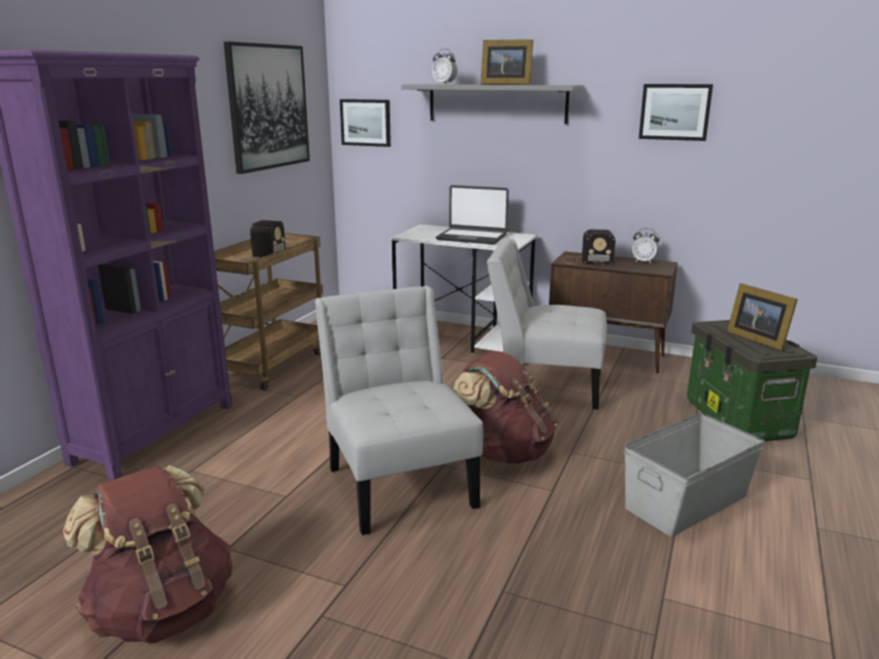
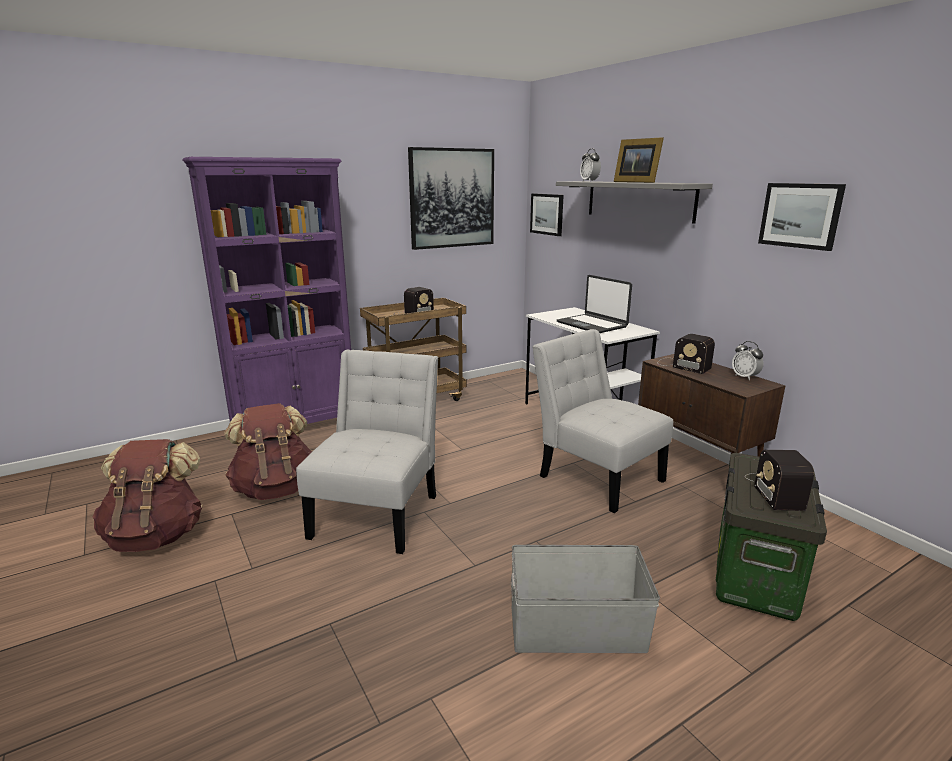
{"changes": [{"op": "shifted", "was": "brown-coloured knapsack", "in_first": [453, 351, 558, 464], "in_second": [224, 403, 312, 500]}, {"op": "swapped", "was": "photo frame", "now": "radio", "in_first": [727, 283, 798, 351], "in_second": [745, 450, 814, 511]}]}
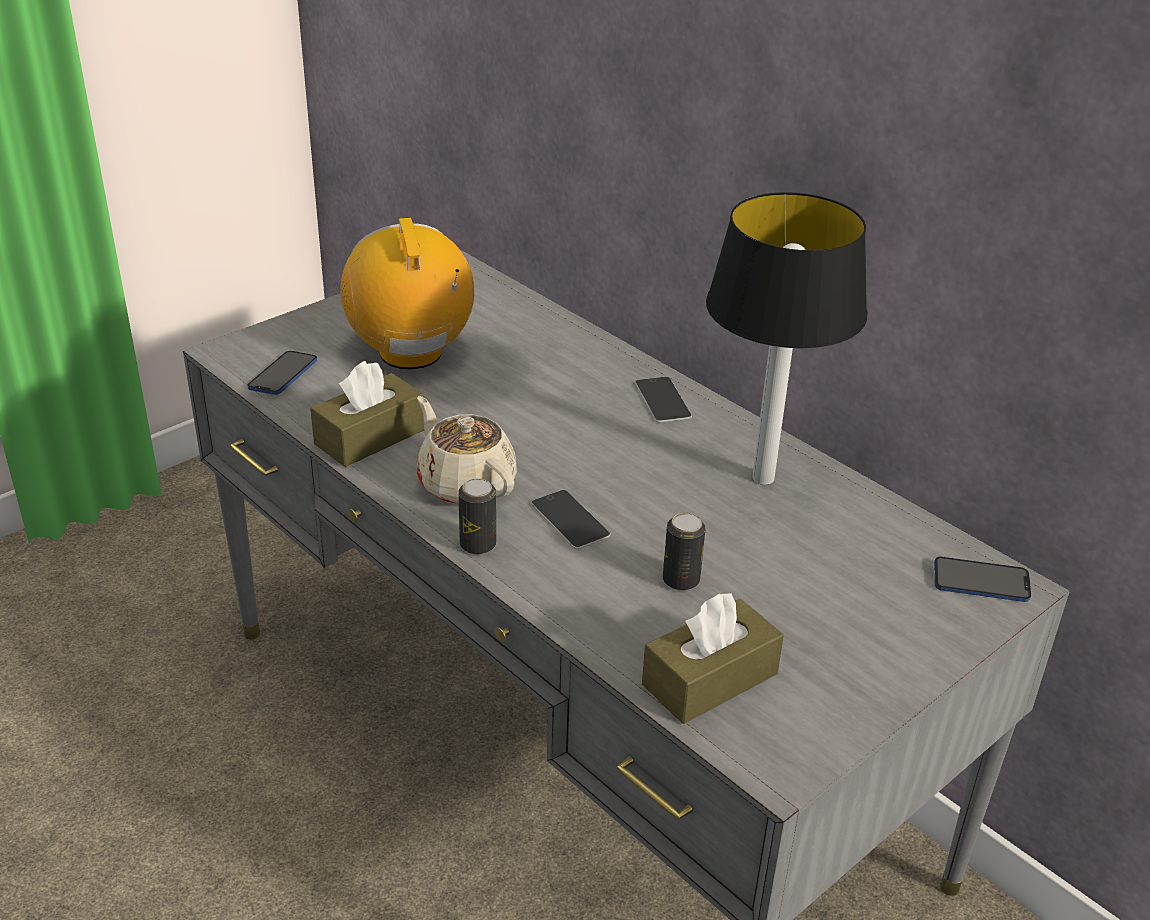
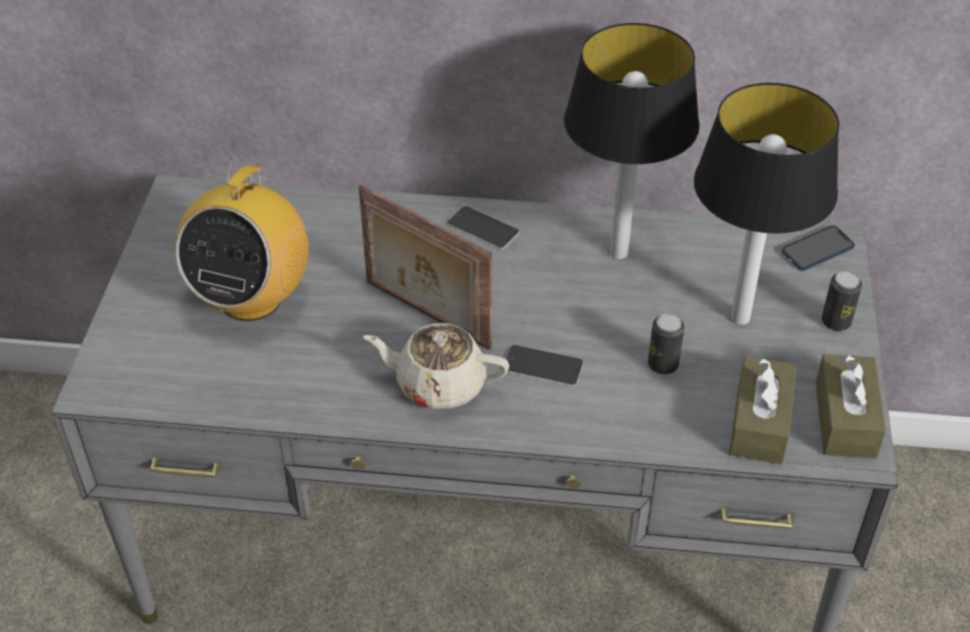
{"changes": [{"op": "rotated", "was": "radio", "in_first": [340, 218, 474, 369], "in_second": [175, 159, 309, 321], "clockwise": -105}, {"op": "new", "now": "photo frame", "in_second": [359, 185, 492, 350]}, {"op": "new", "now": "table lamp", "in_second": [694, 83, 839, 325]}, {"op": "shifted", "was": "brown-coloured box of tissues", "in_first": [310, 361, 424, 467], "in_second": [816, 354, 886, 459]}, {"op": "shifted", "was": "can", "in_first": [458, 478, 496, 555], "in_second": [822, 271, 862, 331]}, {"op": "gone", "was": "handset", "in_first": [247, 351, 317, 395]}]}
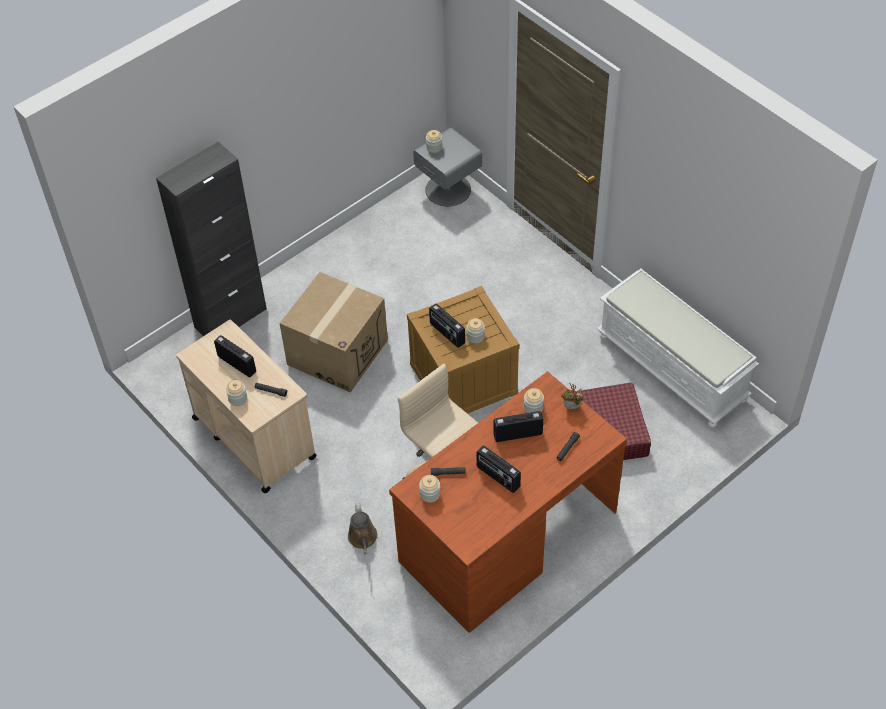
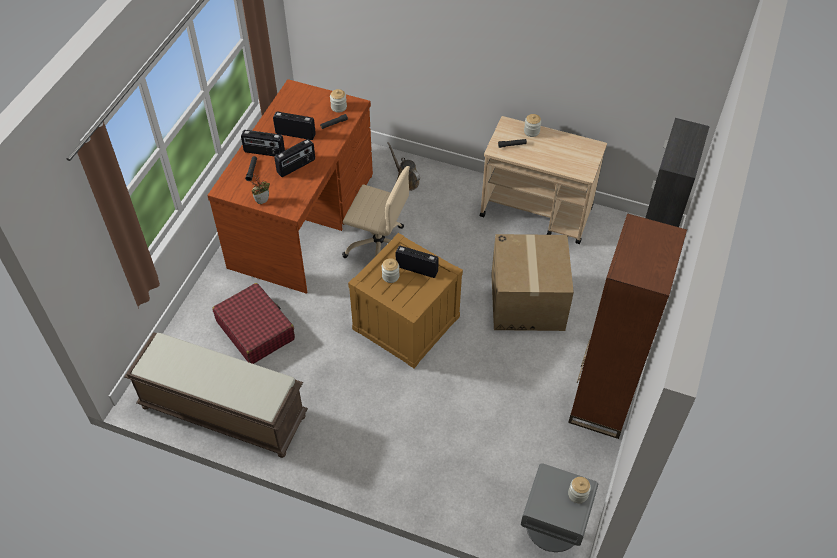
{"changes": [{"op": "repainted", "was": "white bench", "now": "brown-coloured bench", "in_first": [597, 269, 759, 428], "in_second": [124, 332, 308, 458]}, {"op": "shifted", "was": "radio", "in_first": [214, 335, 256, 378], "in_second": [241, 130, 285, 156]}, {"op": "new", "now": "brown-coloured shelving unit", "in_second": [568, 213, 687, 439]}, {"op": "gone", "was": "jar", "in_first": [524, 388, 544, 413]}]}
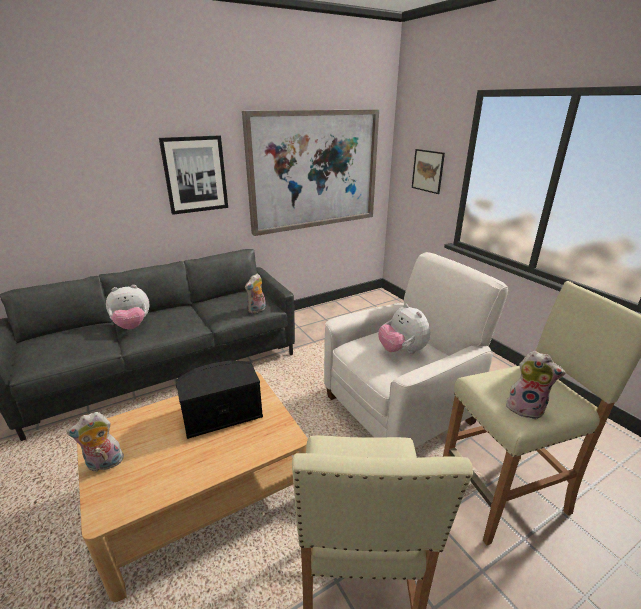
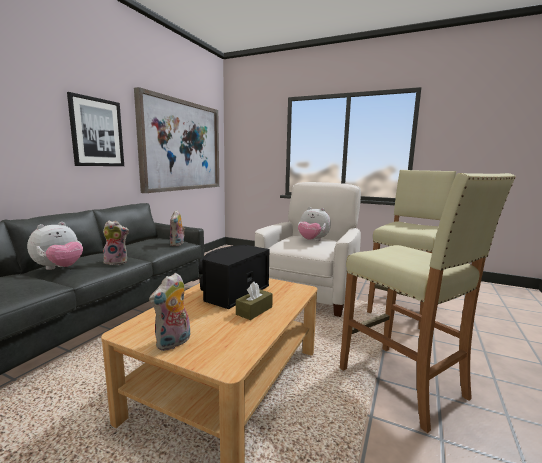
{"changes": [{"op": "shifted", "was": "plush toy", "in_first": [506, 351, 566, 420], "in_second": [103, 221, 129, 265]}, {"op": "new", "now": "brown-coloured box of tissues", "in_second": [236, 282, 273, 320]}, {"op": "gone", "was": "wall picture", "in_first": [412, 149, 445, 194]}]}
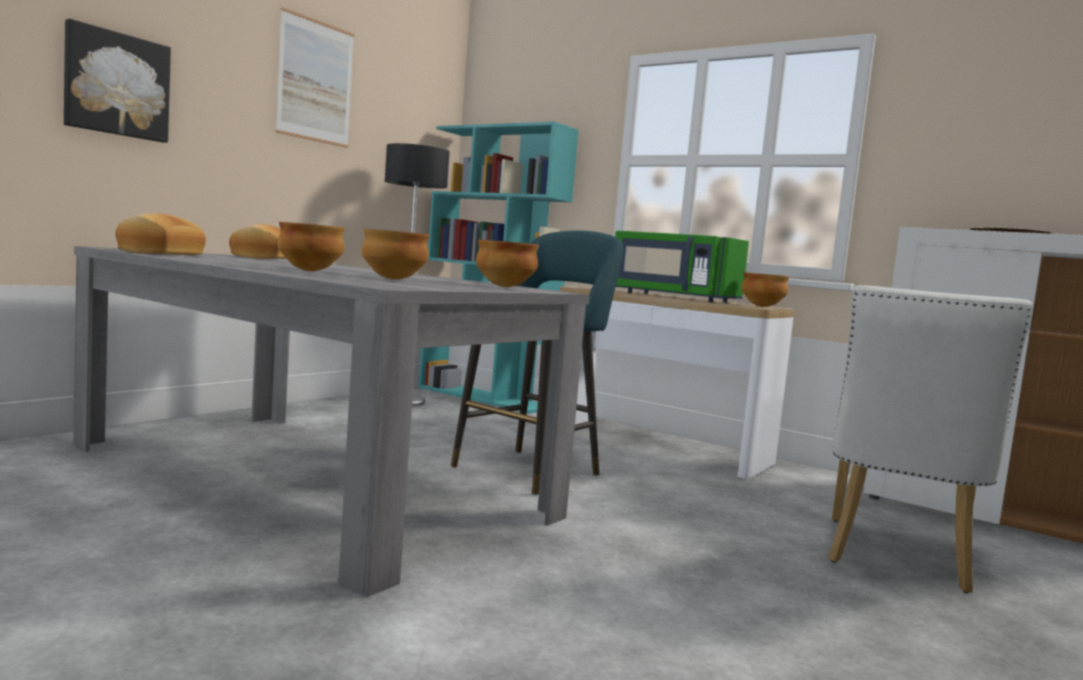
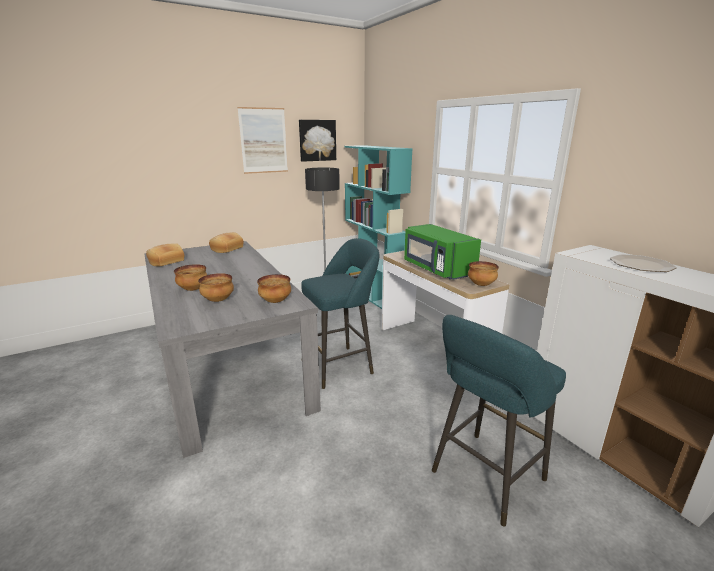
{"changes": [{"op": "shifted", "was": "wall picture", "in_first": [64, 19, 171, 143], "in_second": [299, 120, 336, 162]}, {"op": "swapped", "was": "white plain chair", "now": "turquoise stool", "in_first": [828, 285, 1034, 593], "in_second": [432, 315, 566, 526]}]}
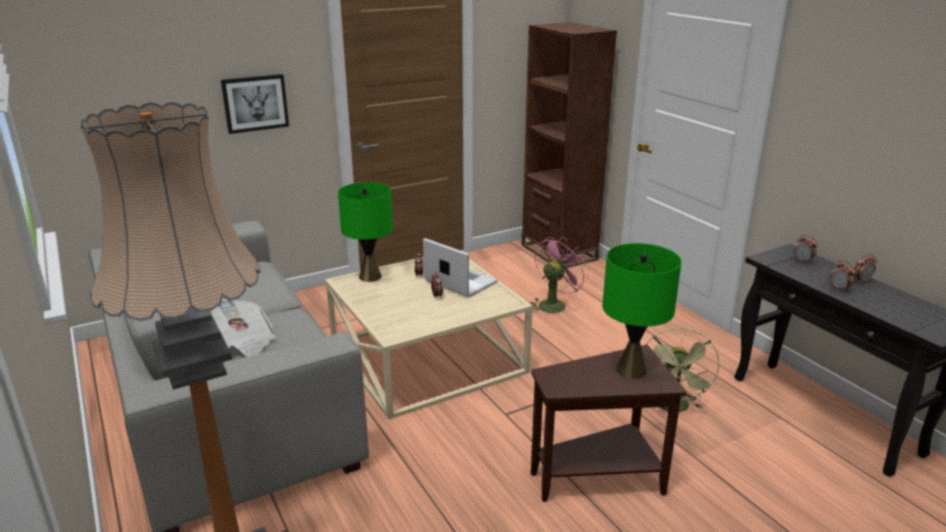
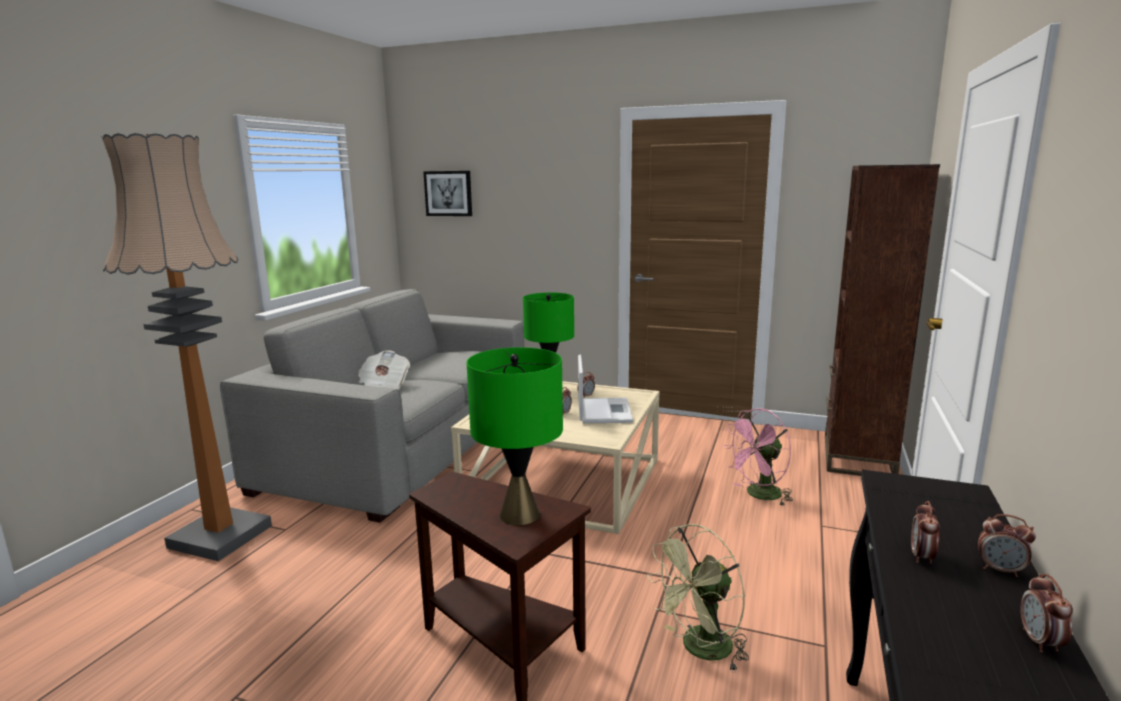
{"changes": [{"op": "shifted", "was": "wall picture", "in_first": [221, 74, 289, 134], "in_second": [423, 171, 472, 216]}, {"op": "rotated", "was": "pink-coloured electric fan", "in_first": [530, 237, 589, 313], "in_second": [723, 408, 793, 506], "clockwise": 150}, {"op": "shifted", "was": "table clock", "in_first": [794, 235, 817, 264], "in_second": [1020, 574, 1073, 653]}]}
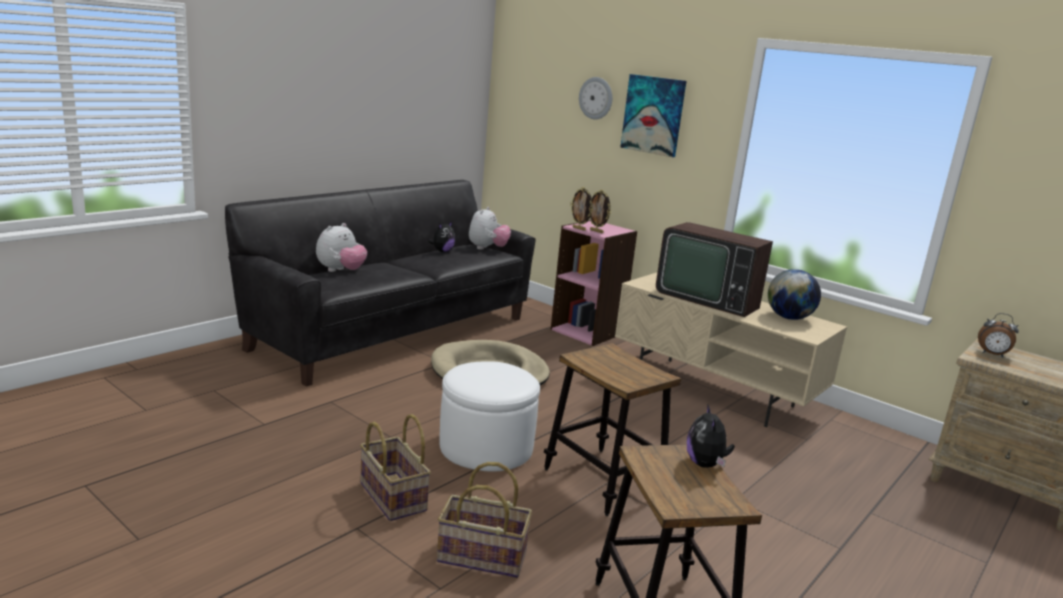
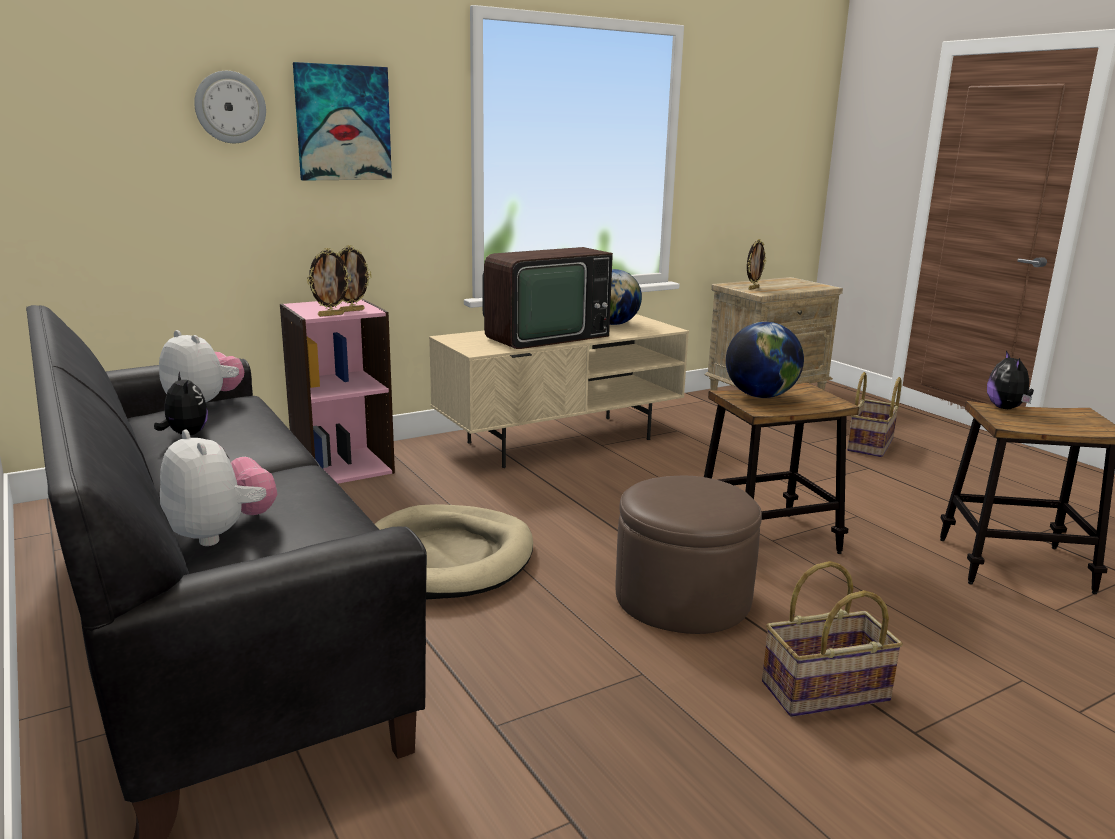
{"changes": [{"op": "repainted", "was": "white pouffe", "now": "brown-coloured pouffe", "in_first": [439, 361, 540, 472], "in_second": [615, 476, 762, 634]}, {"op": "new", "now": "globe", "in_second": [726, 322, 804, 398]}, {"op": "swapped", "was": "table clock", "now": "photo frame", "in_first": [978, 313, 1019, 358], "in_second": [747, 239, 766, 290]}, {"op": "shifted", "was": "storage basket", "in_first": [437, 462, 532, 578], "in_second": [847, 372, 902, 457]}, {"op": "rotated", "was": "plush toy", "in_first": [687, 403, 735, 468], "in_second": [987, 350, 1034, 409], "clockwise": 75}]}
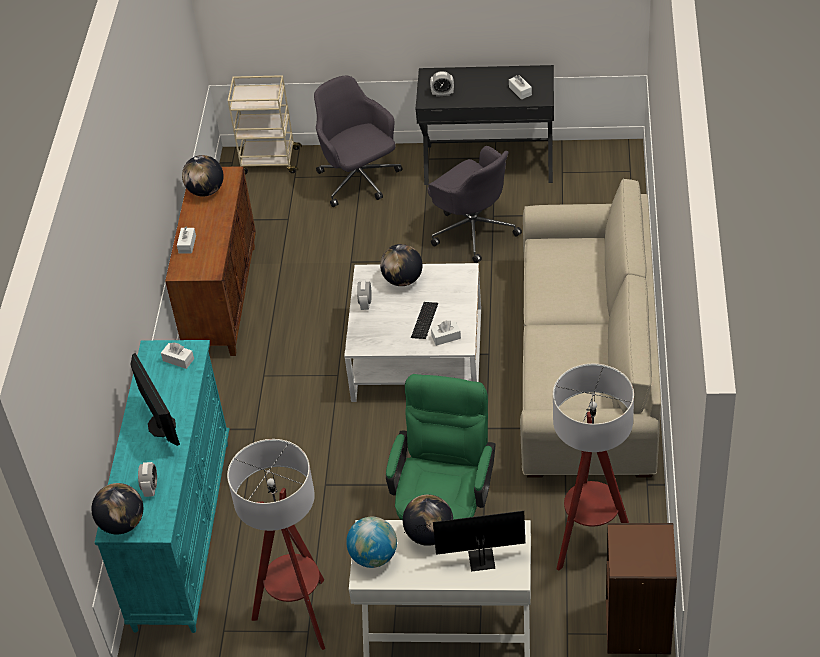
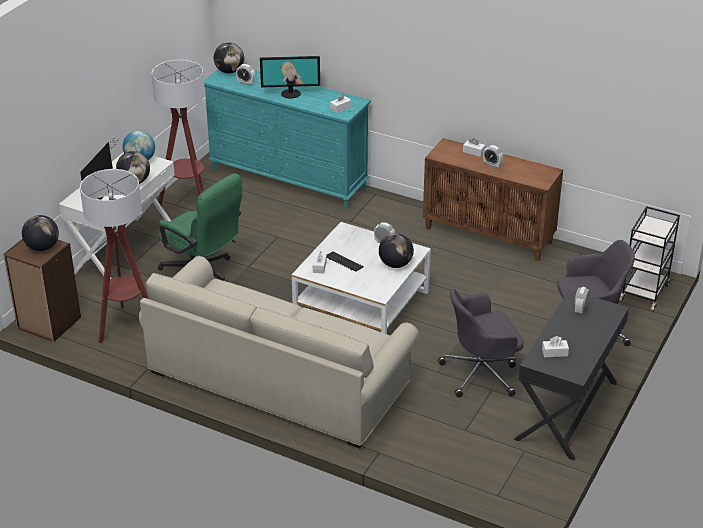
{"changes": [{"op": "shifted", "was": "globe", "in_first": [182, 155, 224, 196], "in_second": [22, 215, 59, 251]}, {"op": "new", "now": "table clock", "in_second": [483, 145, 503, 168]}, {"op": "repainted", "was": "sand-coloured trolley", "now": "black-coloured trolley", "in_first": [228, 75, 302, 174], "in_second": [619, 206, 680, 311]}]}
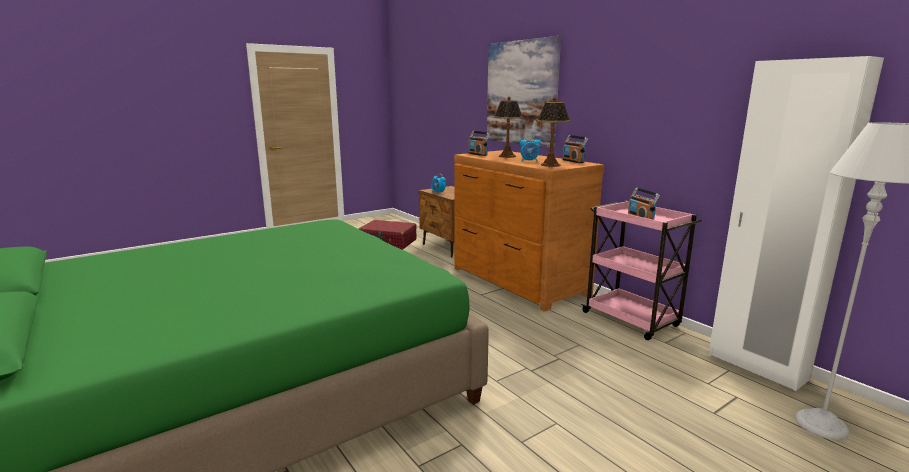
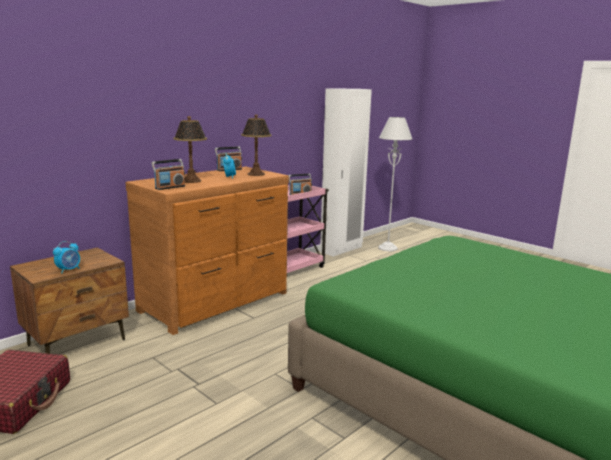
{"changes": [{"op": "gone", "was": "wall picture", "in_first": [487, 36, 561, 148]}]}
